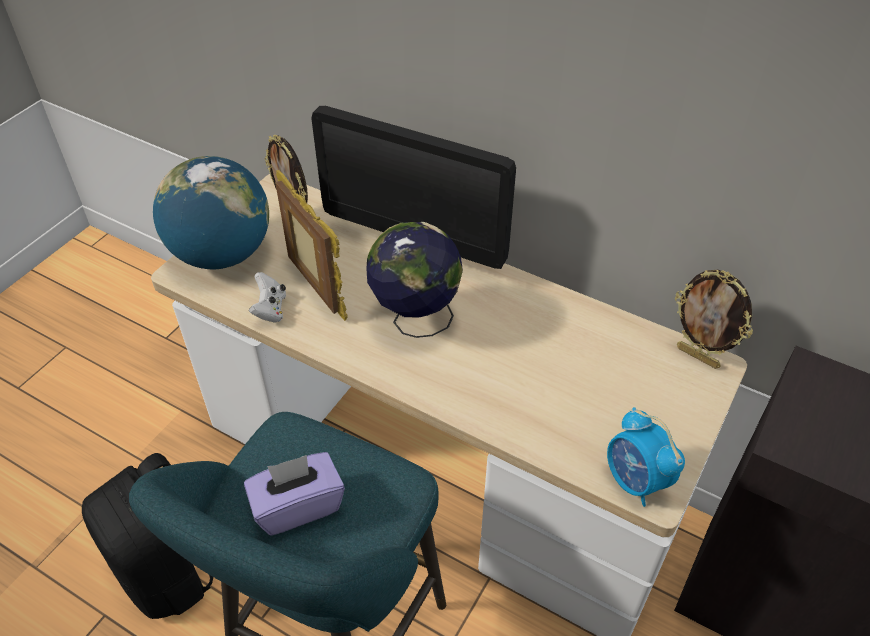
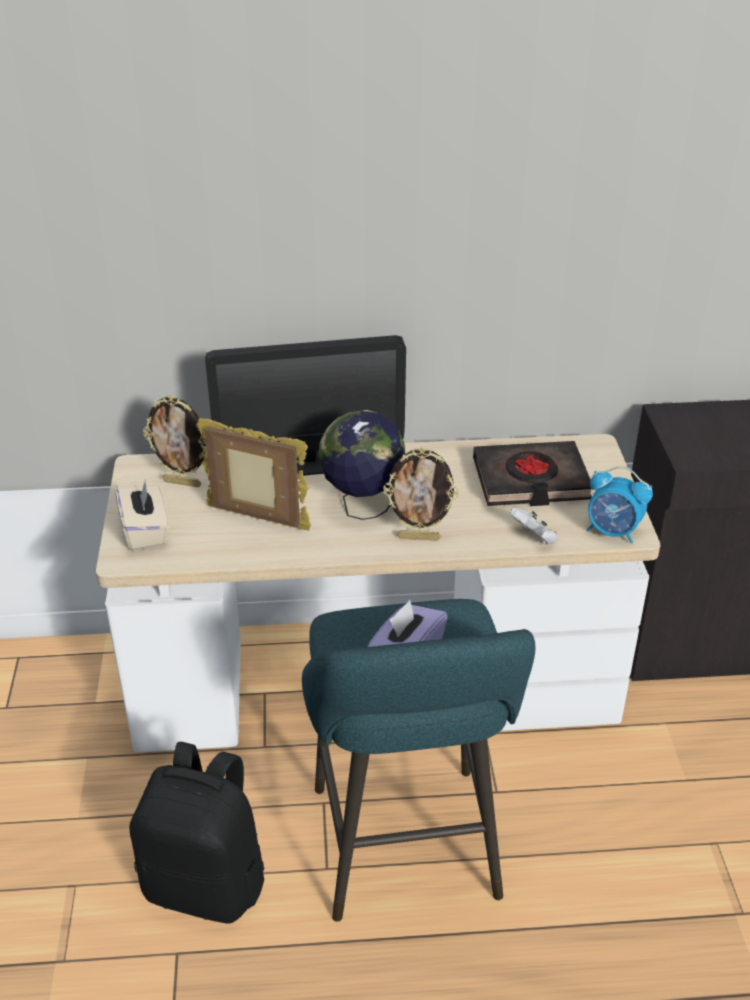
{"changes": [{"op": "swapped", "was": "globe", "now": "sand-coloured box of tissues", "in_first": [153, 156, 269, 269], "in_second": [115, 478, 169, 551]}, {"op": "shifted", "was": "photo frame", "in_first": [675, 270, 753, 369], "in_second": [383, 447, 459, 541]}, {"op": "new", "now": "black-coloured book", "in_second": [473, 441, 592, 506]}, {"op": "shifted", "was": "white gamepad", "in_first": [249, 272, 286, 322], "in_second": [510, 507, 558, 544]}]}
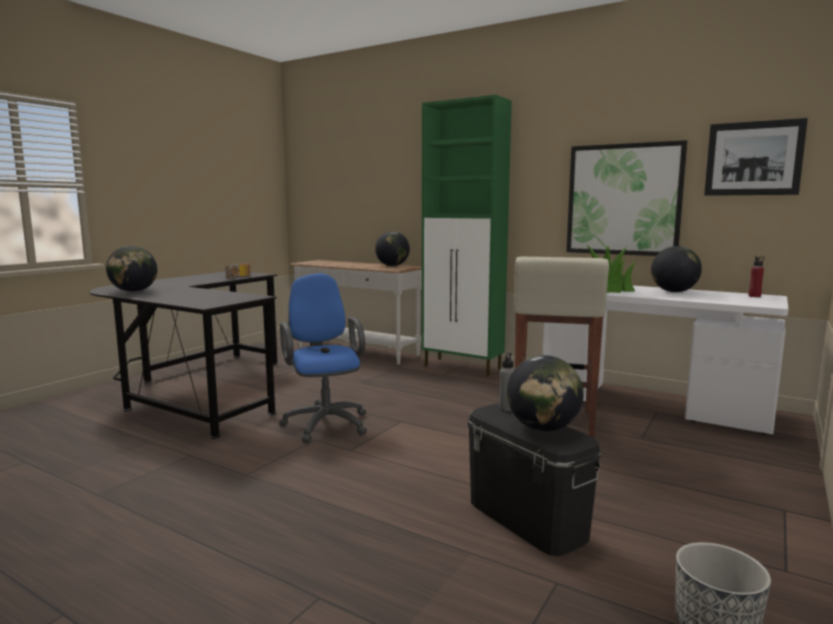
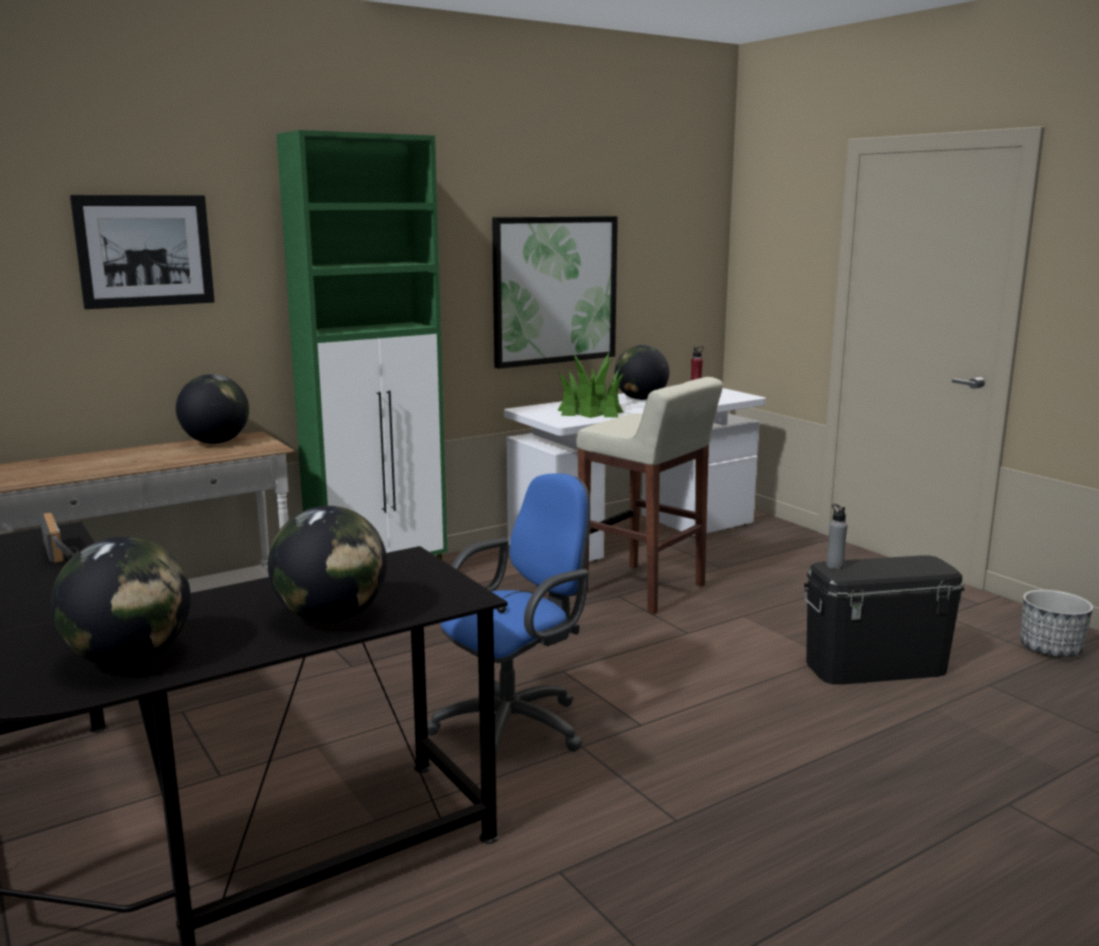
{"changes": [{"op": "shifted", "was": "wall picture", "in_first": [704, 118, 808, 196], "in_second": [70, 195, 215, 309]}, {"op": "shifted", "was": "globe", "in_first": [507, 355, 584, 431], "in_second": [268, 506, 387, 623]}, {"op": "rotated", "was": "blue office chair", "in_first": [279, 273, 367, 443], "in_second": [427, 473, 590, 769], "clockwise": 135}]}
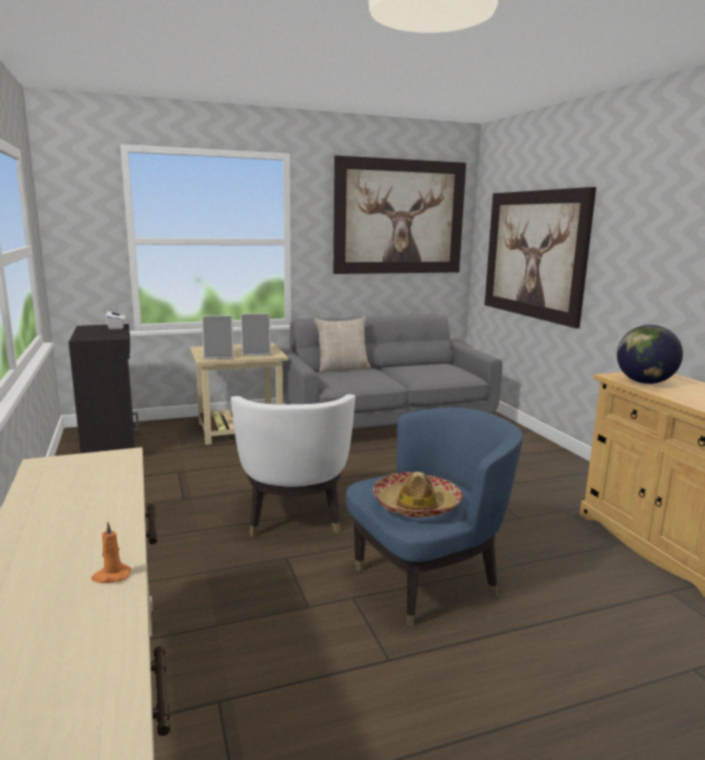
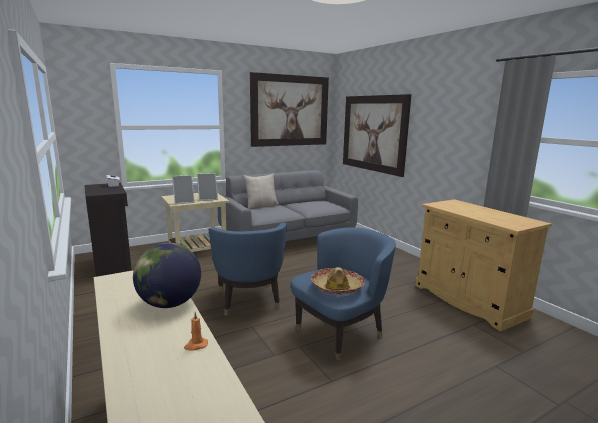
{"changes": [{"op": "shifted", "was": "globe", "in_first": [617, 325, 683, 384], "in_second": [133, 243, 201, 308]}, {"op": "repainted", "was": "white armchair", "now": "blue armchair", "in_first": [231, 394, 355, 537], "in_second": [208, 223, 287, 316]}]}
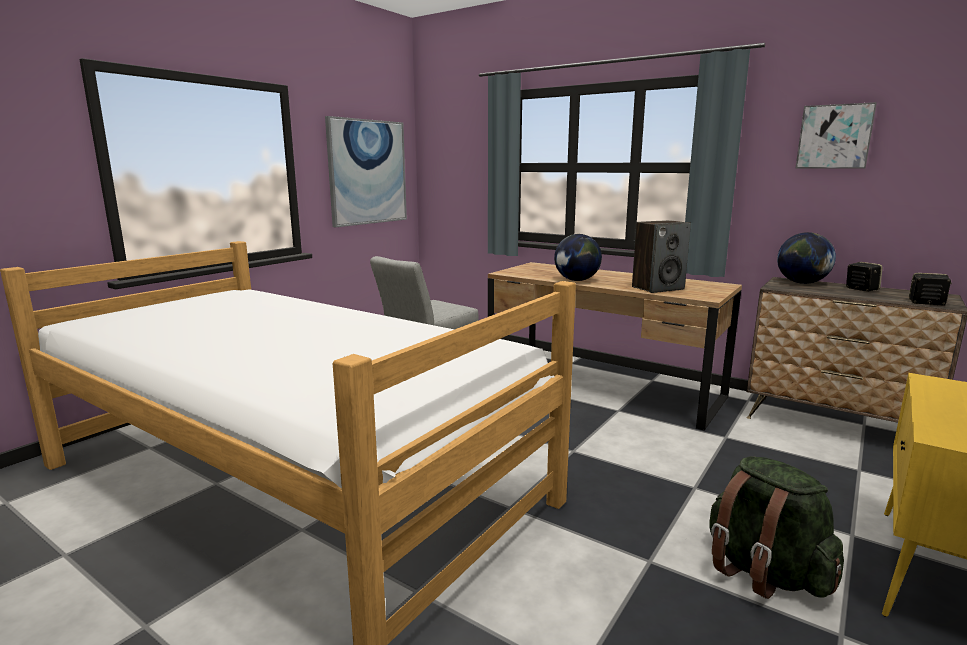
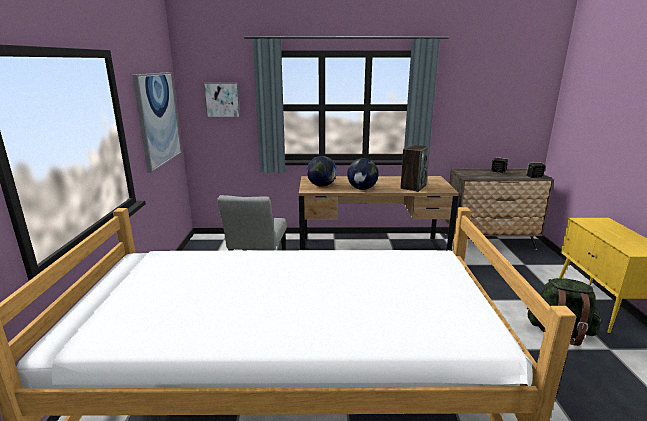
{"changes": [{"op": "shifted", "was": "wall picture", "in_first": [796, 102, 877, 169], "in_second": [203, 83, 240, 117]}, {"op": "shifted", "was": "globe", "in_first": [777, 232, 836, 284], "in_second": [307, 156, 337, 187]}]}
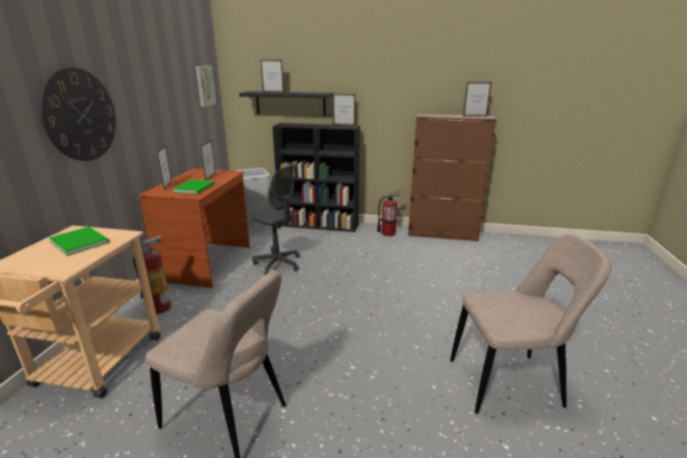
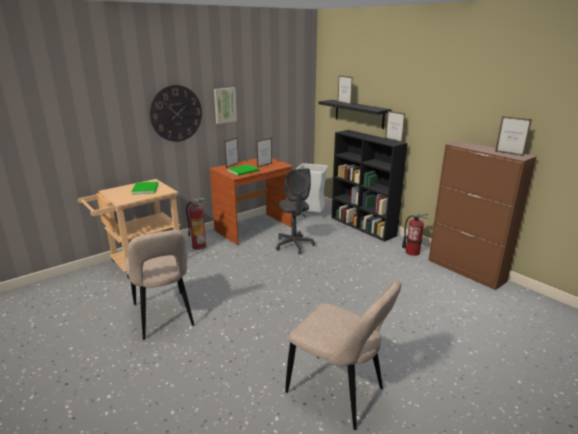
{"changes": [{"op": "shifted", "was": "wall picture", "in_first": [195, 66, 216, 107], "in_second": [214, 87, 237, 124]}]}
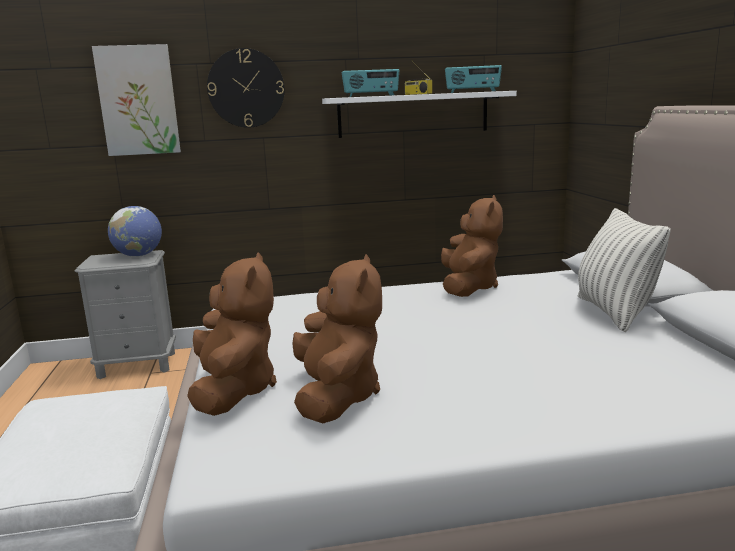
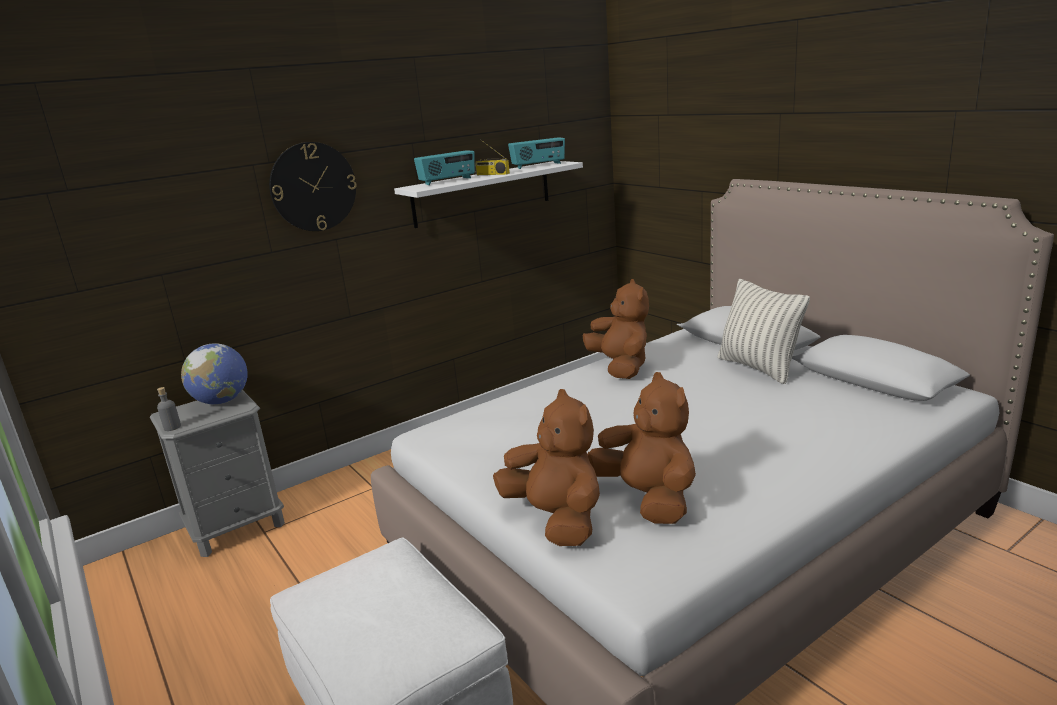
{"changes": [{"op": "new", "now": "gray bottle", "in_second": [157, 387, 181, 431]}, {"op": "gone", "was": "wall picture", "in_first": [92, 44, 181, 156]}]}
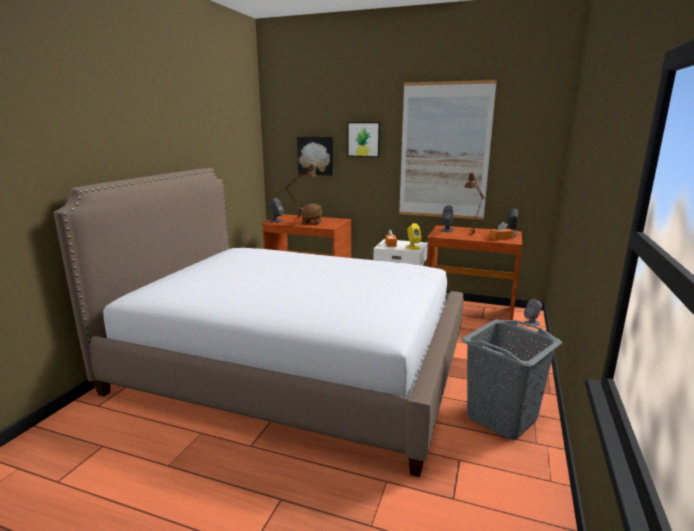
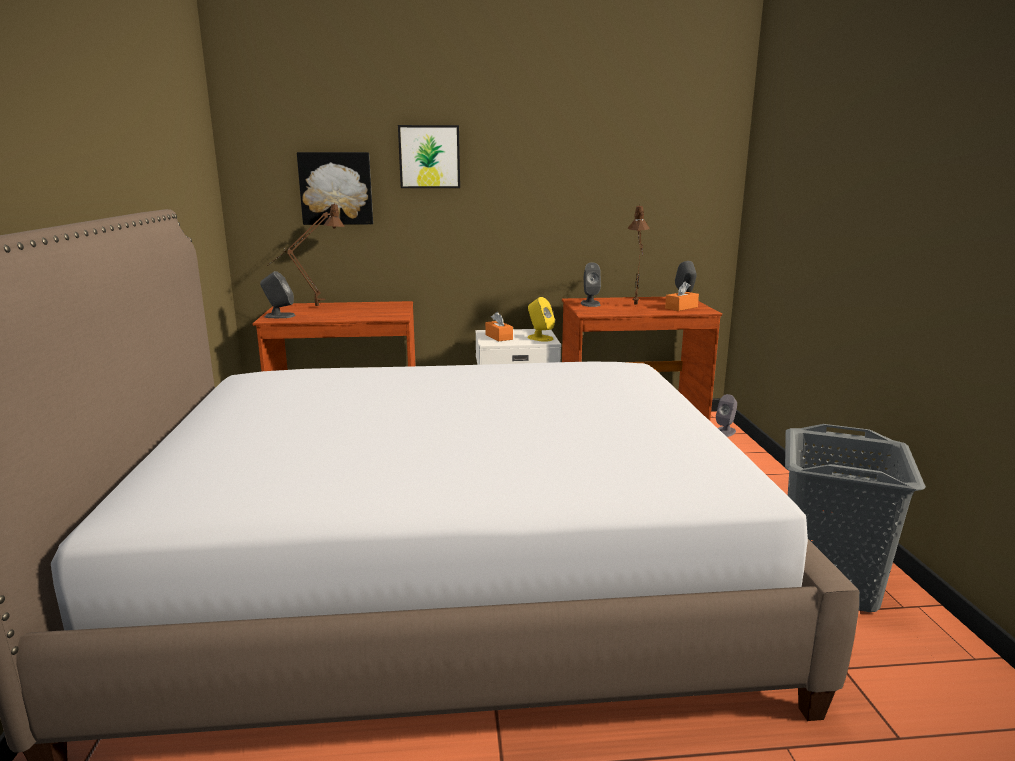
{"changes": [{"op": "gone", "was": "brown-coloured plush toy", "in_first": [300, 203, 323, 224]}, {"op": "gone", "was": "wall picture", "in_first": [399, 80, 497, 220]}]}
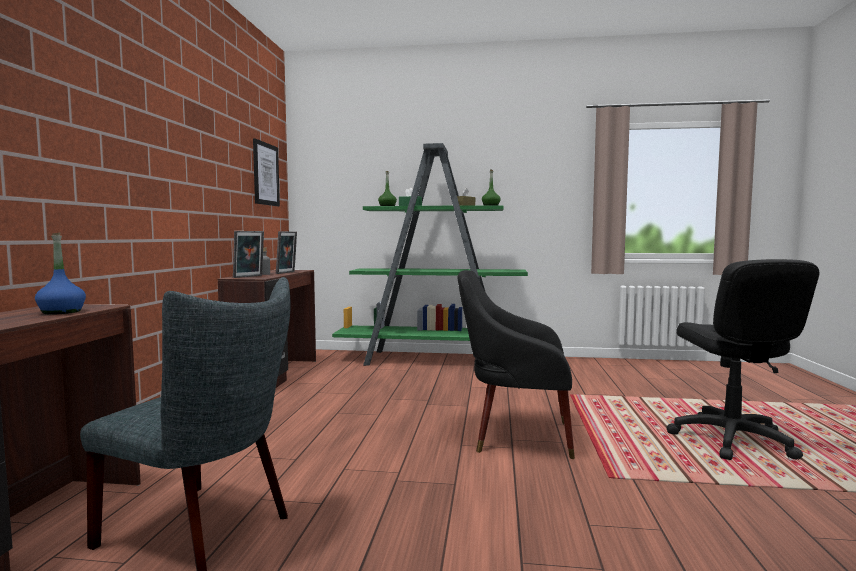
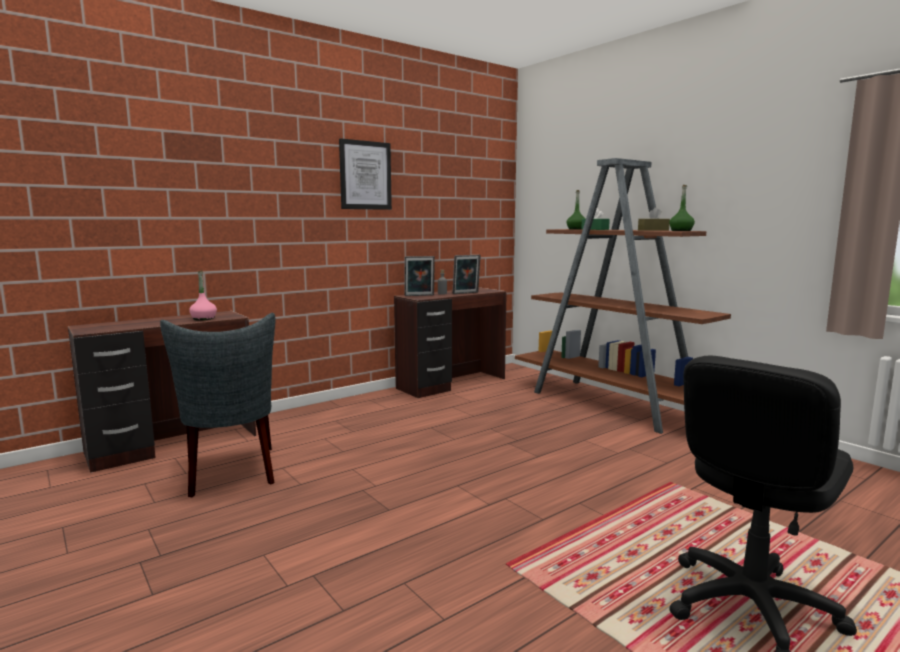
{"changes": [{"op": "repainted", "was": "blue bottle", "now": "pink-coloured bottle", "in_first": [35, 233, 86, 315], "in_second": [189, 271, 217, 321]}, {"op": "shifted", "was": "wall picture", "in_first": [253, 138, 280, 206], "in_second": [339, 138, 392, 210]}, {"op": "repainted", "was": "green-coloured shelving unit", "now": "brown-coloured shelving unit", "in_first": [332, 143, 528, 366], "in_second": [515, 158, 731, 434]}, {"op": "gone", "was": "black-coloured armchair", "in_first": [458, 270, 575, 459]}]}
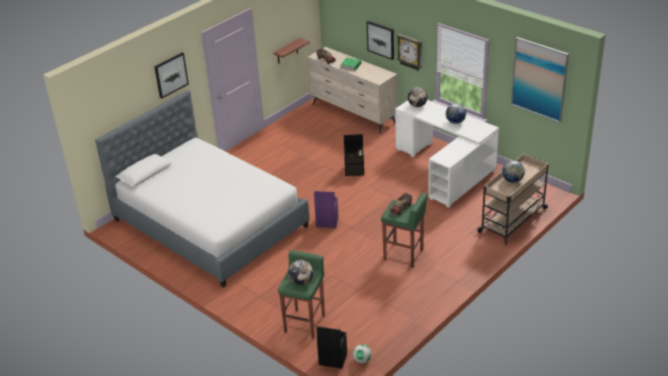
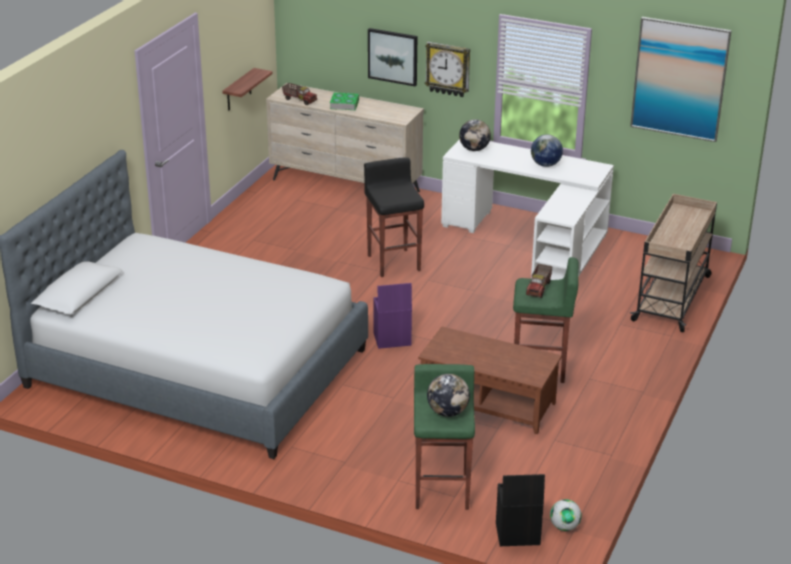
{"changes": [{"op": "swapped", "was": "black-coloured storage container", "now": "black-coloured stool", "in_first": [344, 134, 364, 176], "in_second": [364, 157, 424, 277]}, {"op": "new", "now": "brown-coloured coffee table", "in_second": [418, 326, 562, 434]}, {"op": "gone", "was": "wall picture", "in_first": [154, 53, 189, 99]}, {"op": "gone", "was": "globe", "in_first": [502, 161, 525, 183]}]}
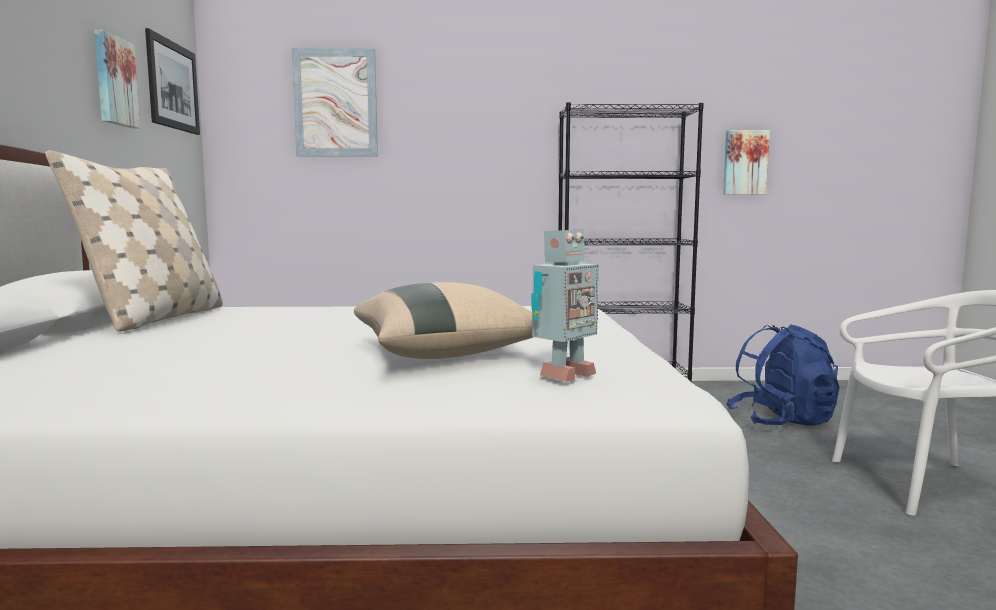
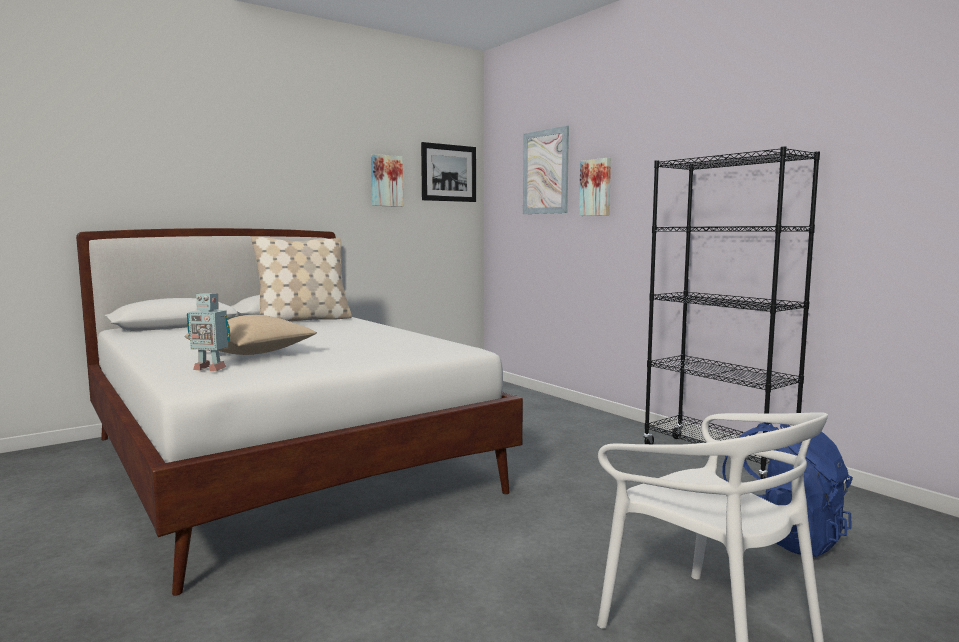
{"changes": [{"op": "shifted", "was": "wall picture", "in_first": [723, 130, 770, 195], "in_second": [579, 158, 611, 216]}]}
